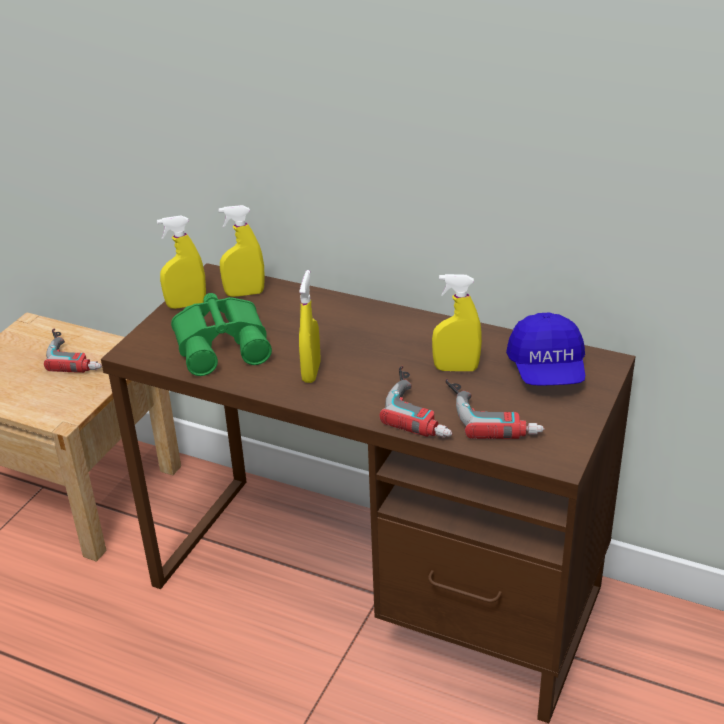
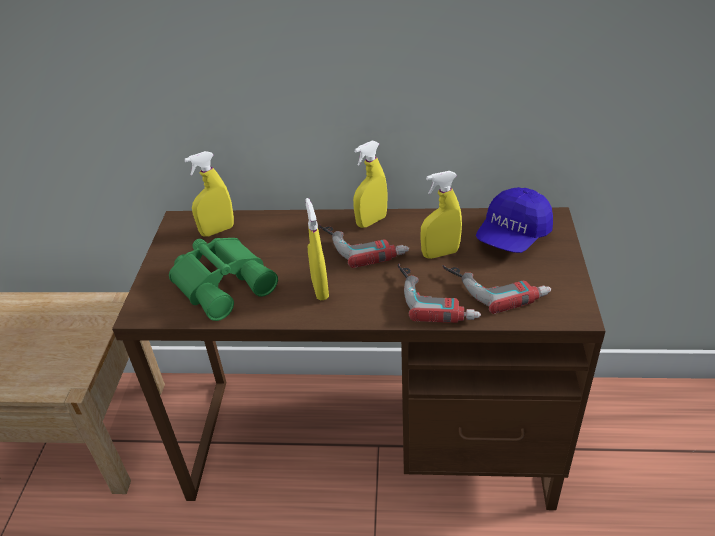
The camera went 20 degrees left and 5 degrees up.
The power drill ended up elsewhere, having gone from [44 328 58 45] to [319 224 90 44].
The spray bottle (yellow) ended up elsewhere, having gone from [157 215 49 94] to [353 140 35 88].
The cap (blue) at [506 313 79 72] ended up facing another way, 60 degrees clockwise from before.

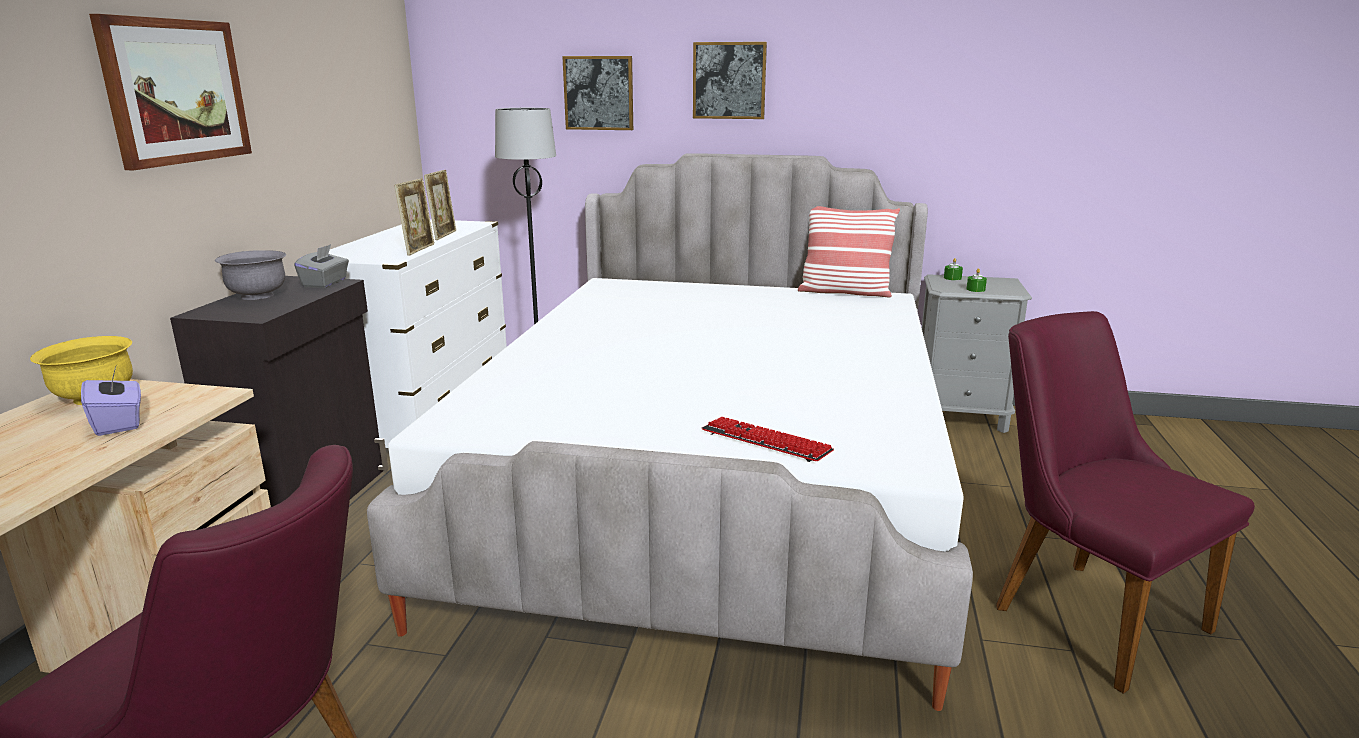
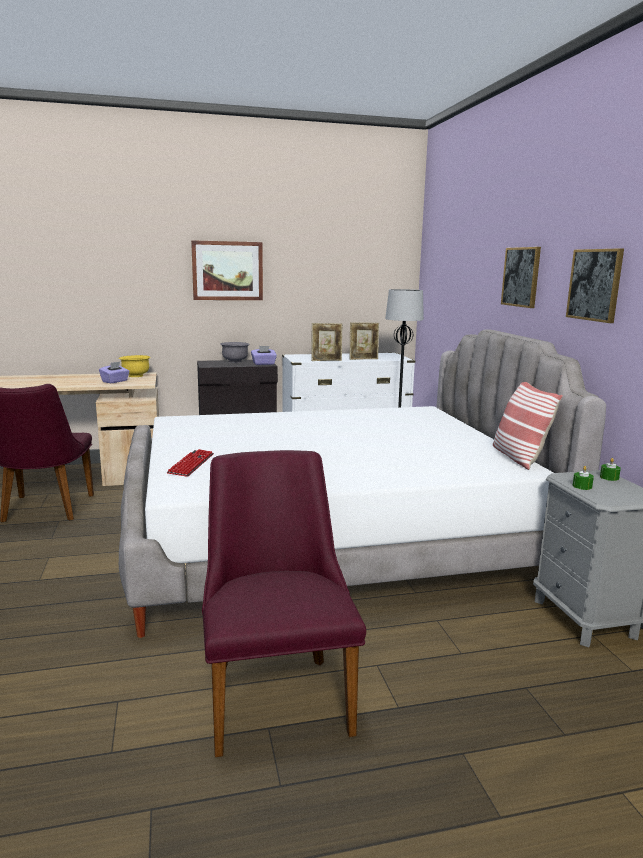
The camera went 65 degrees right and 5 degrees down.
What was the tissue box (grey) at [294 244 55 44] turned into the tissue box (purple) at [251 346 26 19].
The picture ended up elsewhere, having gone from [562 56 71 74] to [566 248 58 75].
The chair (purple) at [996 311 259 383] ended up facing another way, 45 degrees counterclockwise from before.

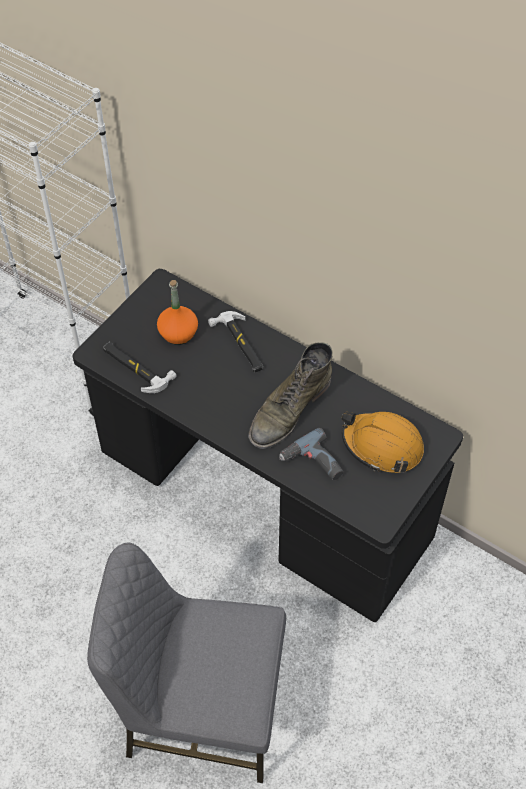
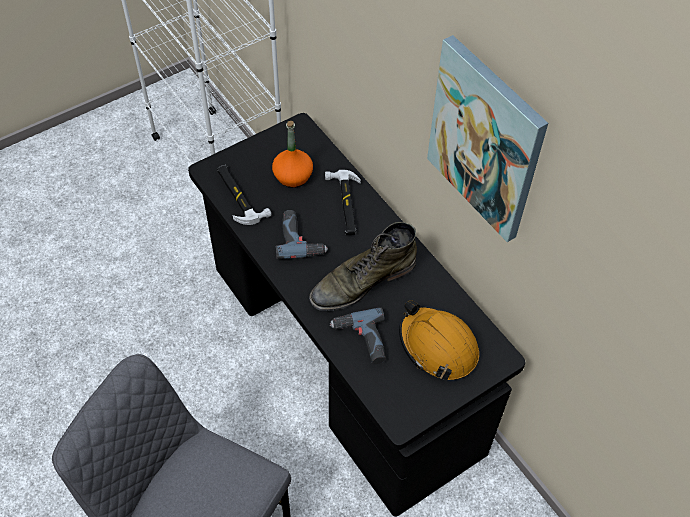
The camera went 20 degrees right and 0 degrees up.
The second view gained the power drill at [276 210 52 49].
The second view gained the picture at [427 35 121 207].

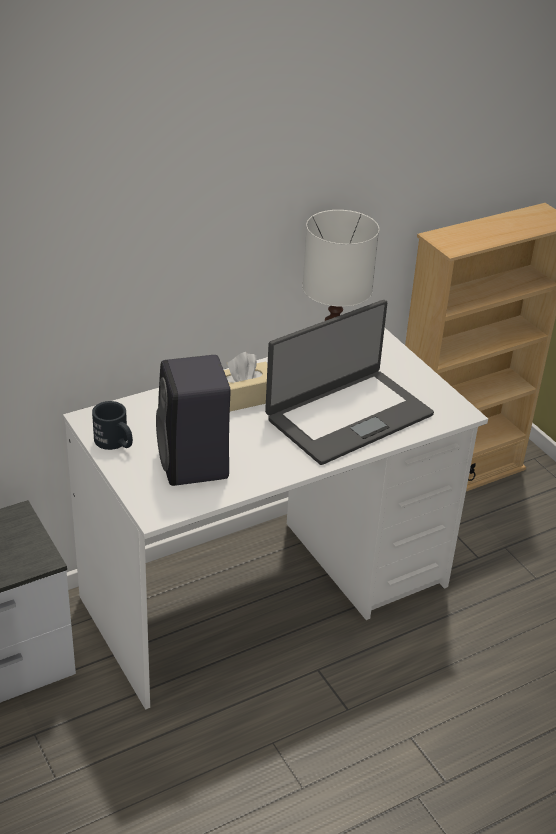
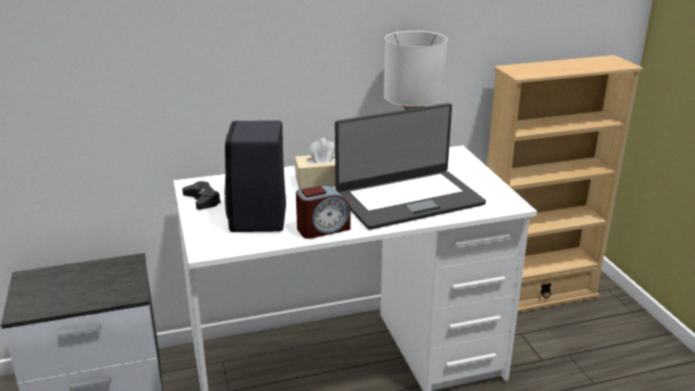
The camera went 15 degrees right and 10 degrees down.
Where the mug (black) stood at [92 401 41 49], the game controller (black) came to stand at [182 181 39 29].
The second view gained the alarm clock at [296 185 54 54].

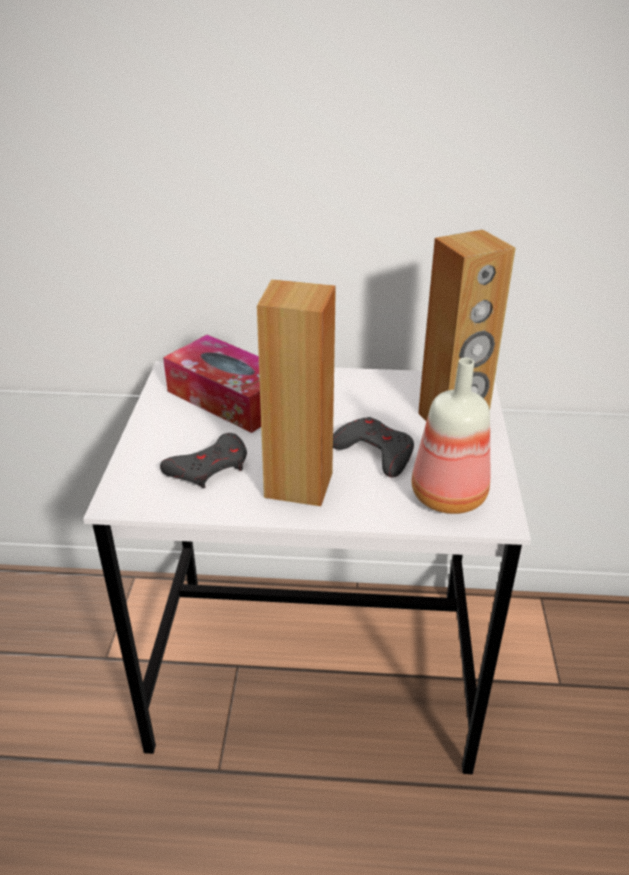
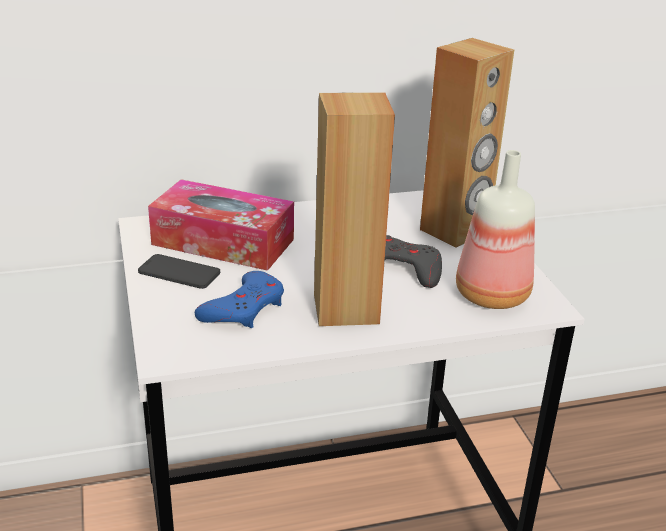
The camera went 20 degrees left and 5 degrees down.
What was the game controller (grey) at [160 433 87 55] turned into the game controller (blue) at [195 271 89 57].
The second view gained the phone at [138 254 82 35].

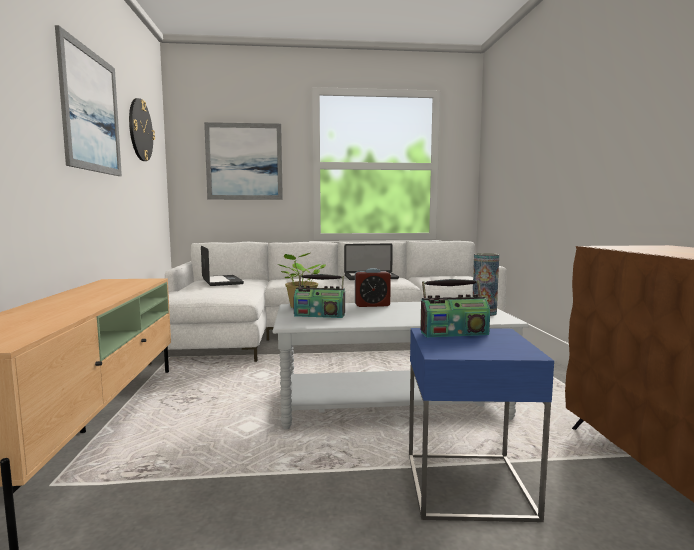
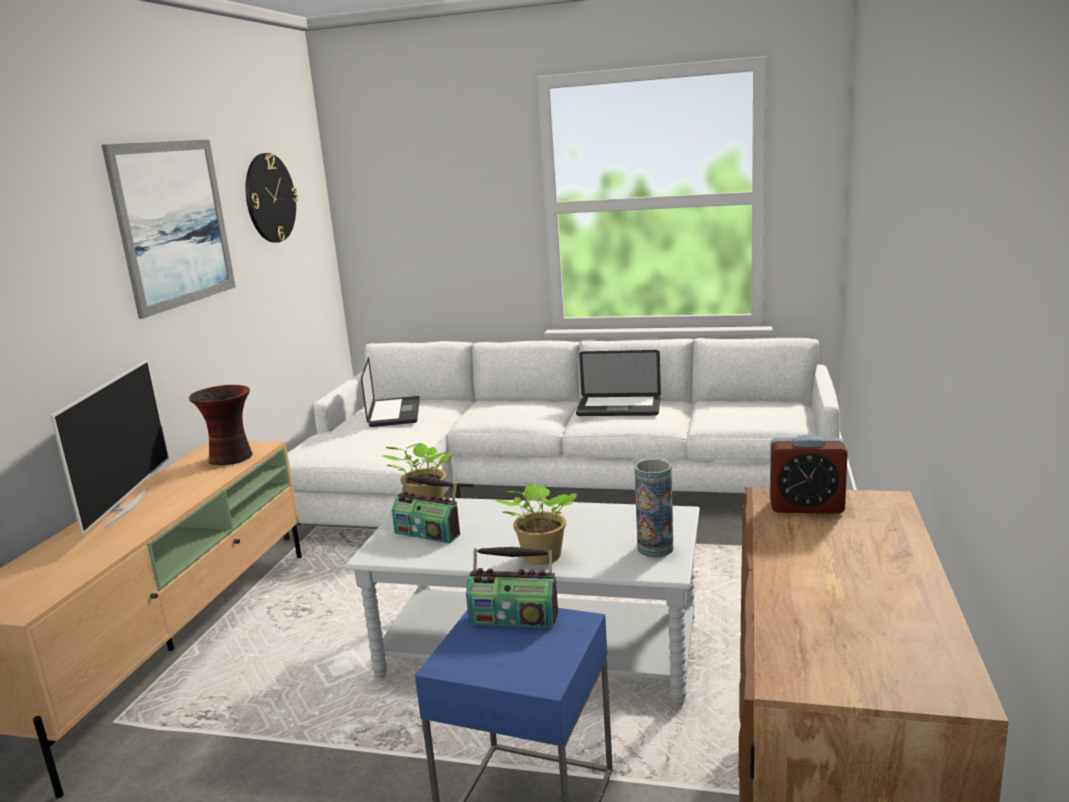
The camera went 20 degrees right and 10 degrees up.
The second view lost the picture at [204 122 79 78].
The alarm clock ended up elsewhere, having gone from [355 268 36 39] to [770 435 78 79].
The second view gained the television at [50 360 119 175].
The second view gained the vase at [189 385 64 80].
The second view gained the potted plant at [495 483 82 82].

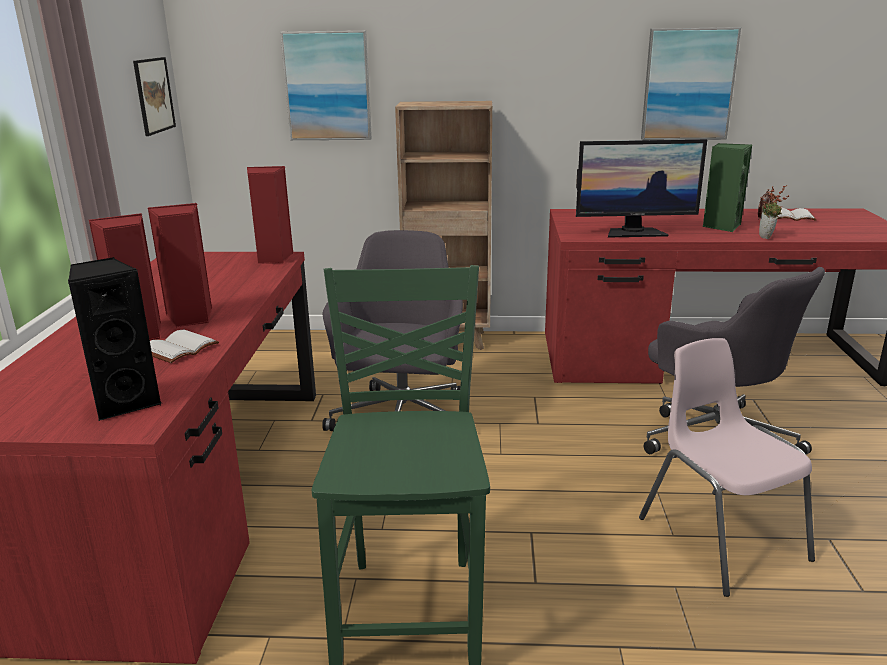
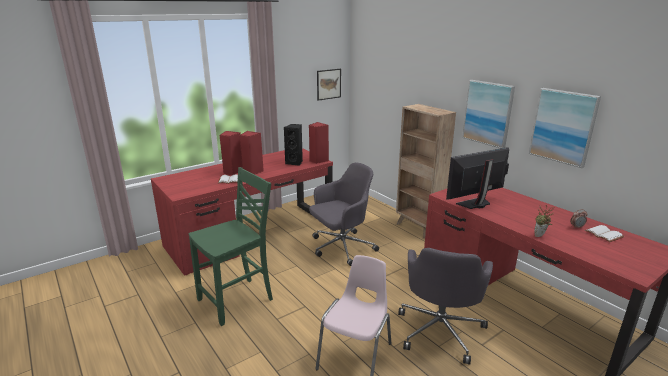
The camera went 50 degrees right and 0 degrees up.
The speaker (black) ended up elsewhere, having gone from [68 257 94 164] to [284 124 19 42].
The picture ended up elsewhere, having gone from [280 30 92 110] to [462 80 53 69].
The monitor at [576 139 131 99] ended up facing another way, 105 degrees clockwise from before.
The second view lost the speaker (green) at [703 143 49 89].

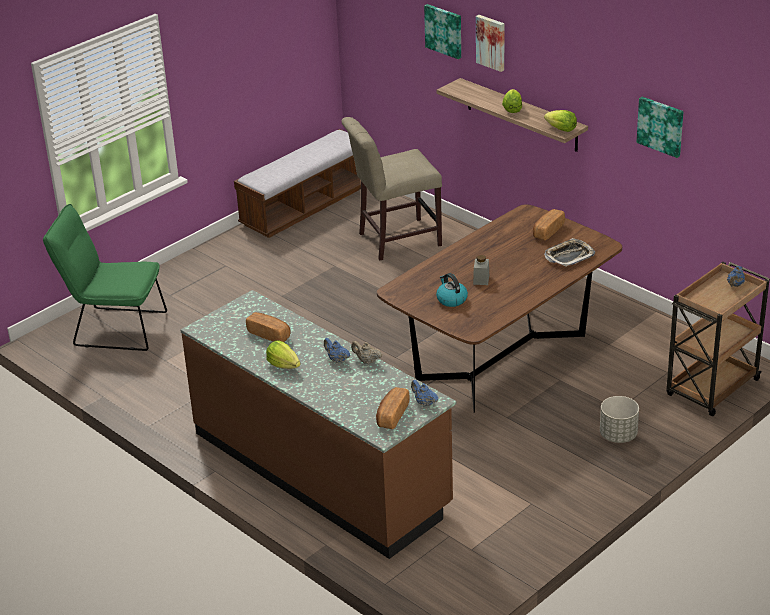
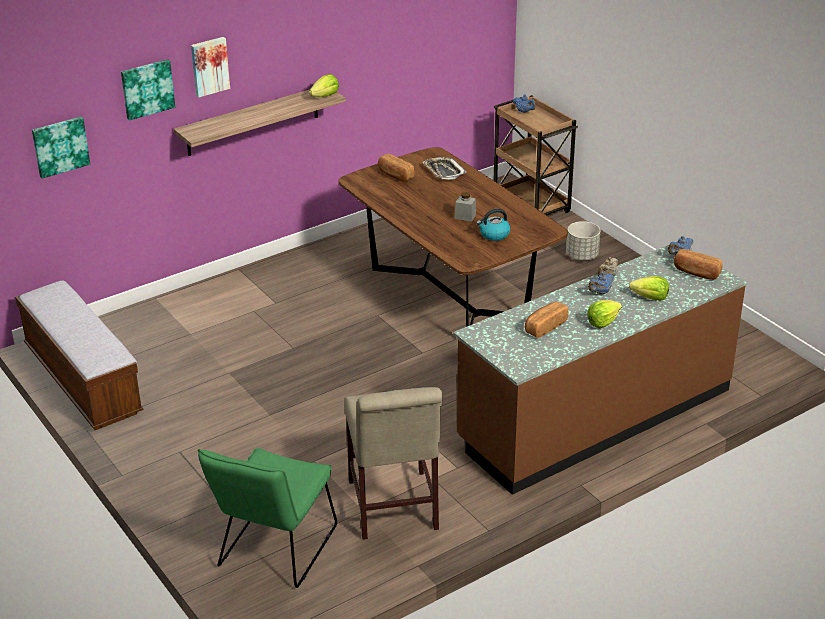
The camera went 80 degrees left and 0 degrees up.
The chair (beige) ended up elsewhere, having gone from [341 117 101 143] to [344 387 99 153].
The lettuce ended up elsewhere, having gone from [502 89 20 24] to [629 276 40 25].
The picture ended up elsewhere, having gone from [637 97 46 61] to [32 117 58 62].

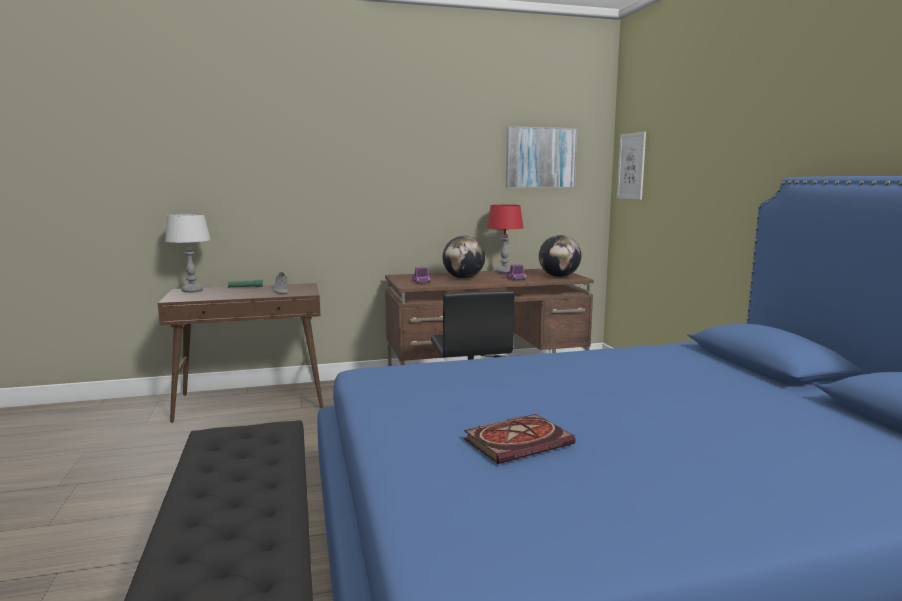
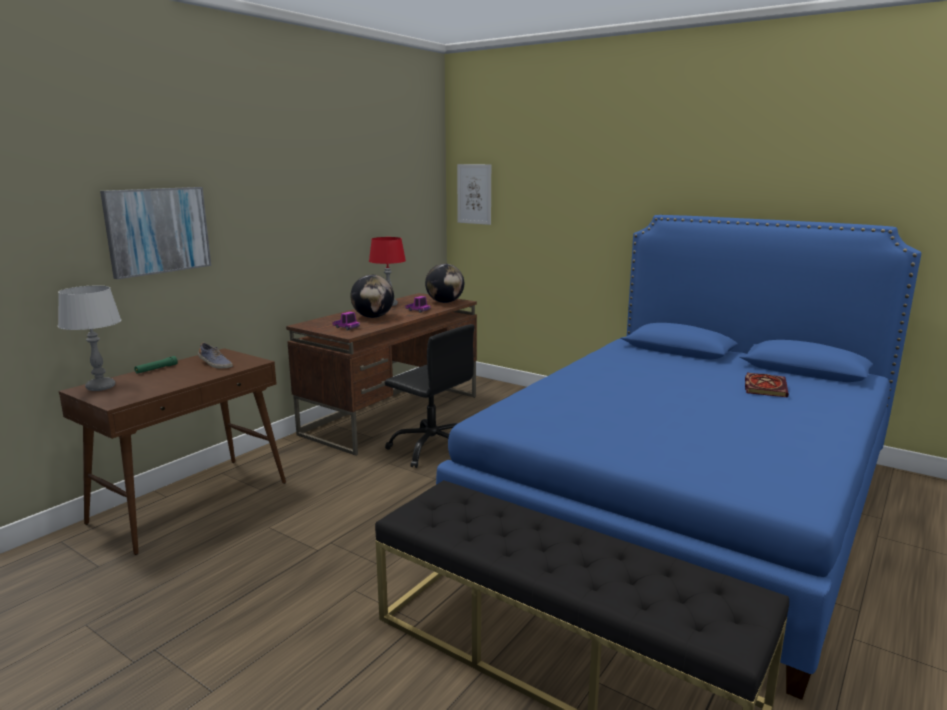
The camera went 40 degrees left and 5 degrees up.
The book ended up elsewhere, having gone from [464 414 112 50] to [745 373 44 24].
The picture ended up elsewhere, having gone from [506 126 71 62] to [100 187 111 92].

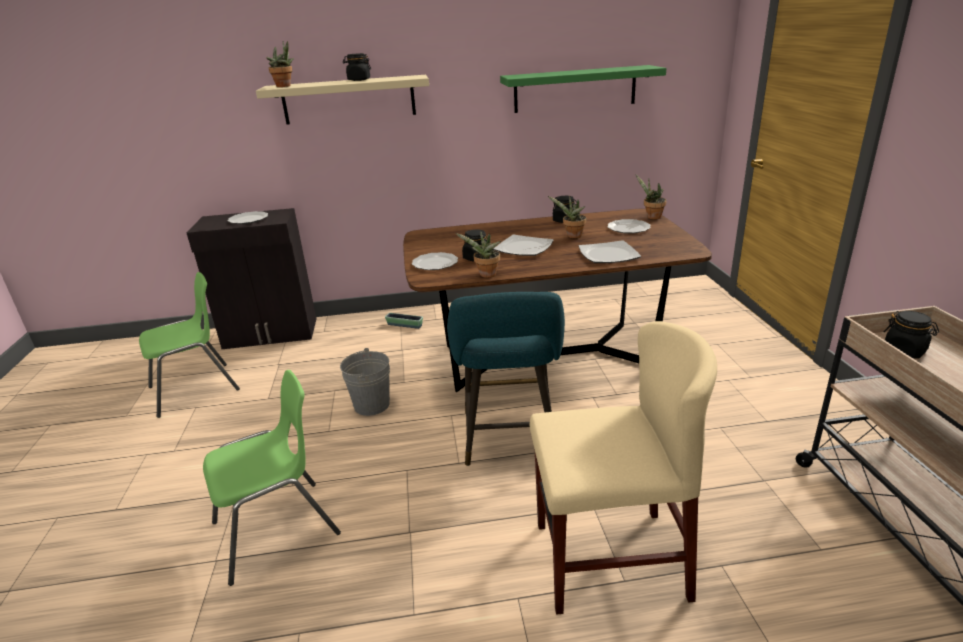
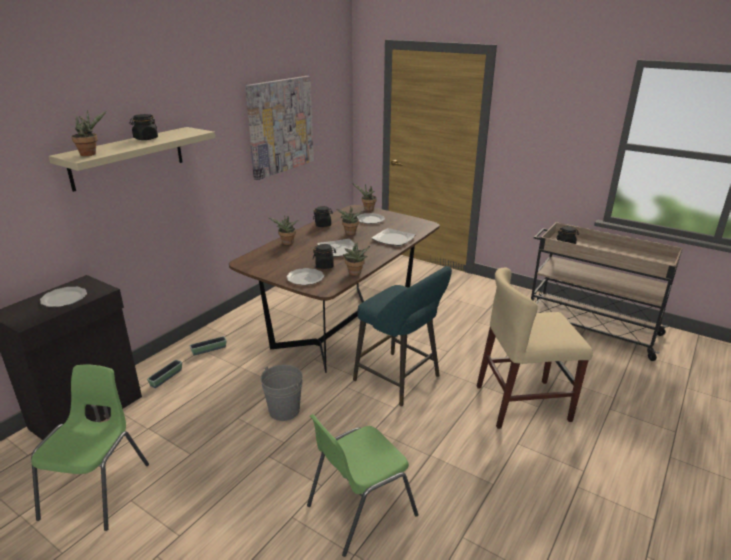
The camera went 50 degrees left and 0 degrees up.
The chair (green) at [203 370 138 216] ended up facing another way, 135 degrees counterclockwise from before.
Where the shelf (green) hung at [500 65 166 48], the picture came to hang at [245 76 69 104].
The chair (beige) at [530 321 187 294] ended up facing another way, 135 degrees counterclockwise from before.
The second view gained the planter at [147 360 35 28].
The second view gained the potted plant at [269 215 29 30].

